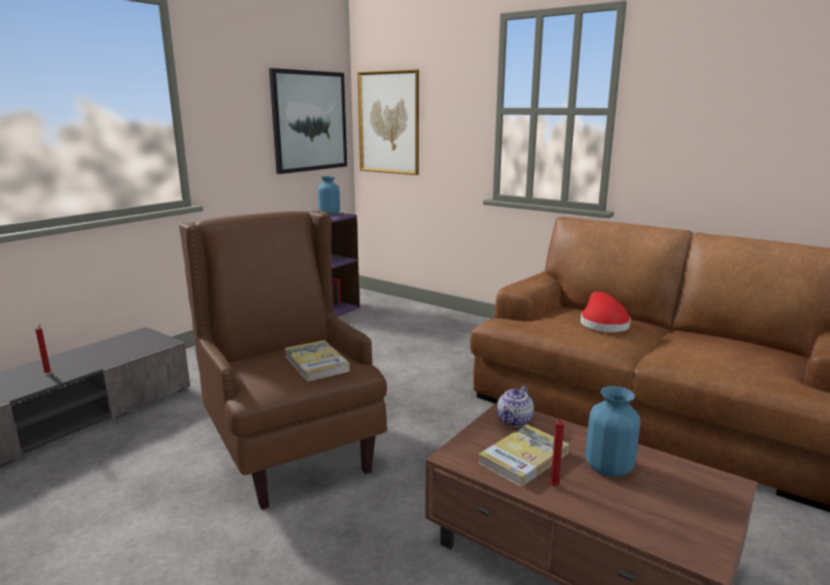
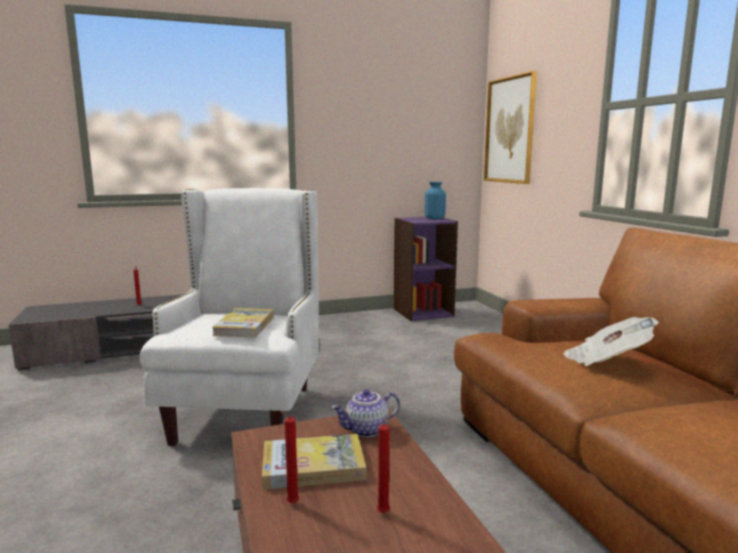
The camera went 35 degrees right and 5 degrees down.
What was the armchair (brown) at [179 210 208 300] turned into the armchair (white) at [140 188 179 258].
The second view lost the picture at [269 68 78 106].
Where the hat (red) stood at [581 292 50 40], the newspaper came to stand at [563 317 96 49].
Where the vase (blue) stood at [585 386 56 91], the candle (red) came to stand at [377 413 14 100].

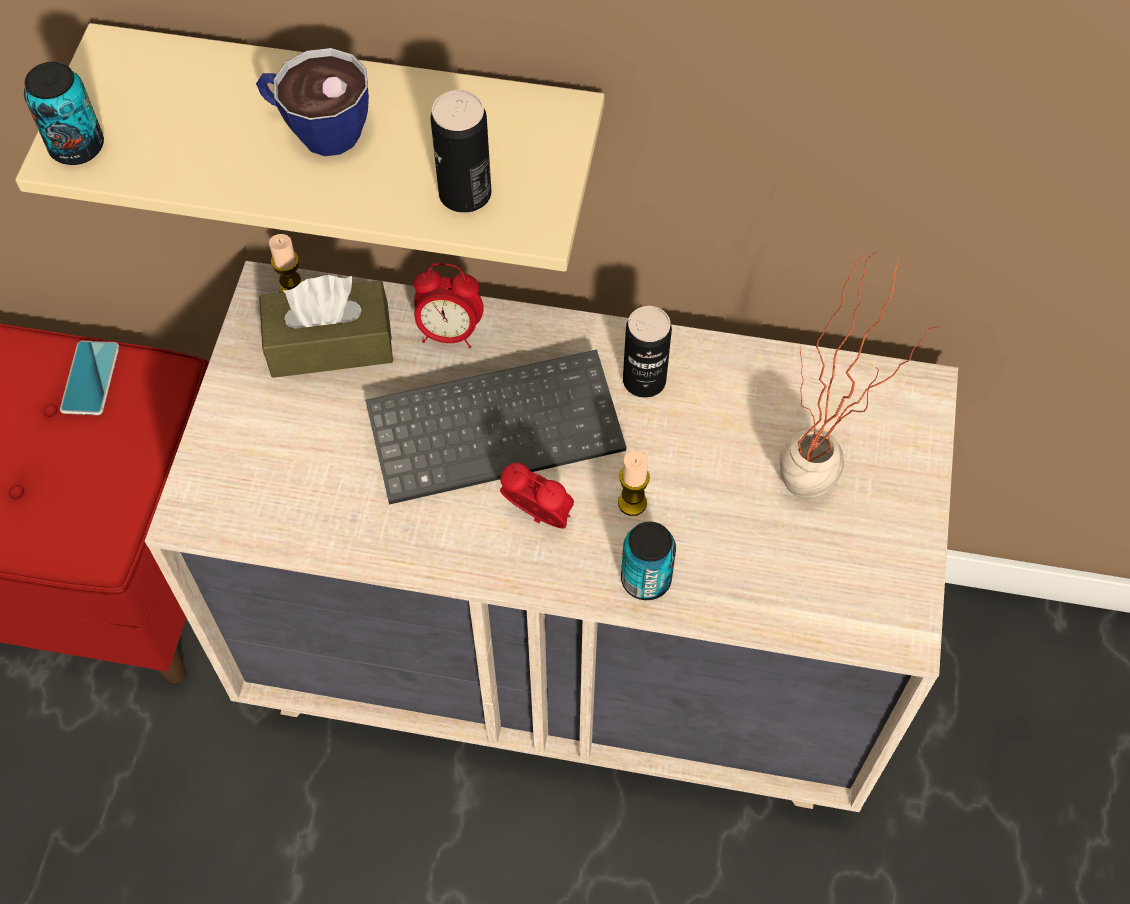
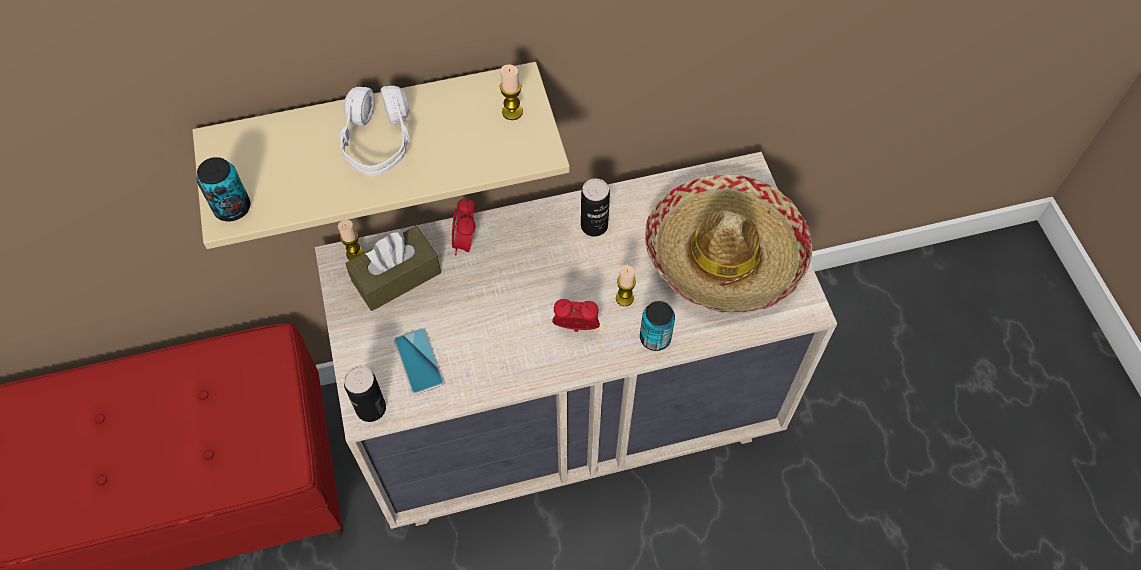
The camera went 25 degrees left and 0 degrees up.
The phone ended up elsewhere, having gone from [60 341 59 74] to [394 328 51 67].
Where the cup stood at [256 48 113 108], the headphones (white) came to stand at [339 86 71 90].
The second view lost the keyboard at [366 350 260 155].
The alarm clock at [414 263 70 85] ended up facing another way, 105 degrees clockwise from before.
The can ended up elsewhere, having gone from [430 90 61 123] to [344 366 42 56].
Where the potted plant stood at [780 251 156 248], the hat came to stand at [645 175 168 139].
The second view gained the candle at [500 65 23 55].

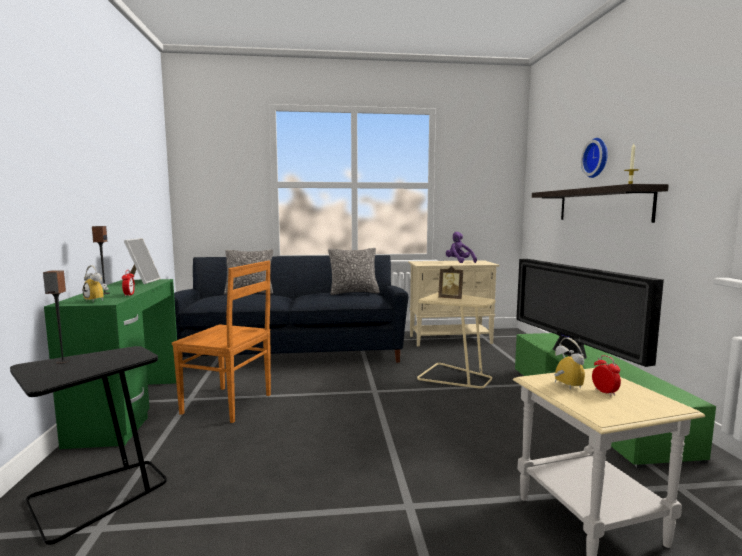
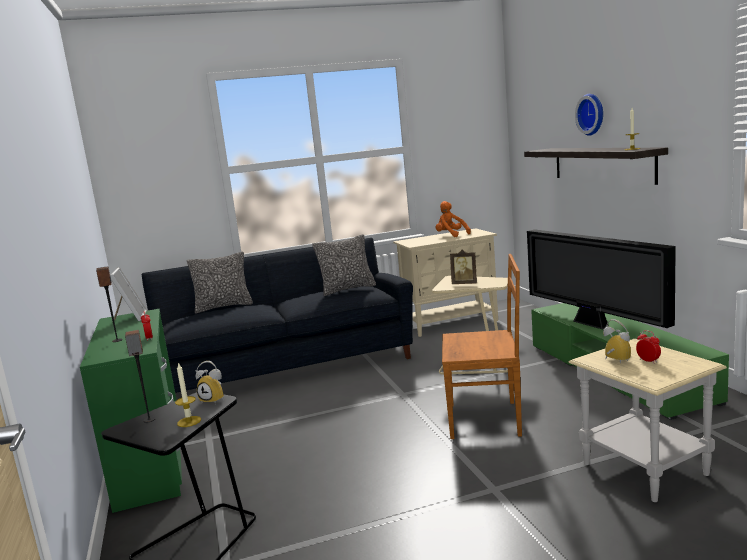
The camera went 10 degrees left and 5 degrees up.
The alarm clock ended up elsewhere, having gone from [83 265 25 37] to [195 361 29 44].
The chair (brown) ended up elsewhere, having gone from [172 260 99 163] to [442 254 80 185].
What was the plush toy (purple) at [446 232 31 31] turned into the plush toy (orange) at [436 201 35 36].
The second view gained the candle at [175 363 26 64].

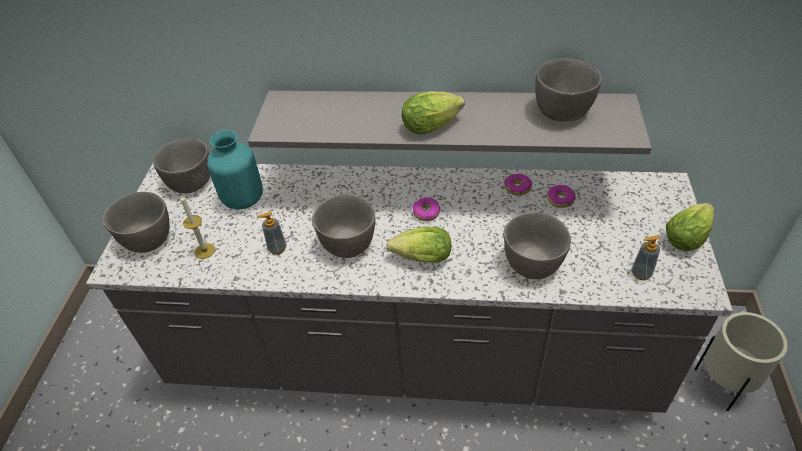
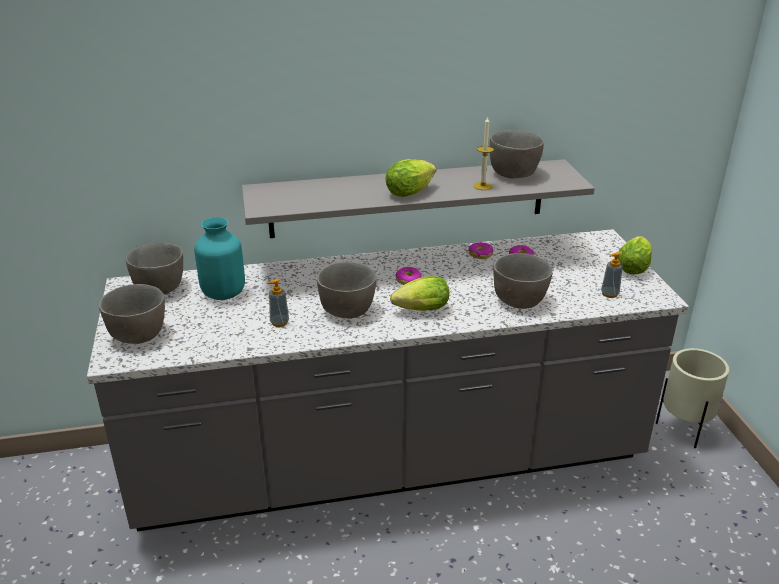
The camera went 20 degrees left and 15 degrees down.
The candle ended up elsewhere, having gone from [180 196 35 63] to [473 117 21 73].

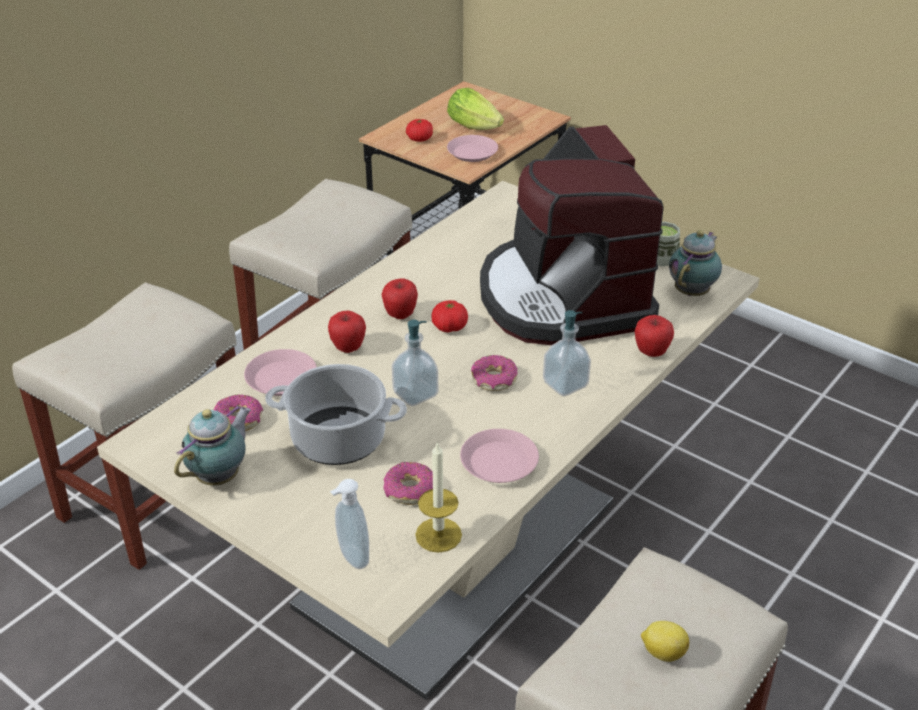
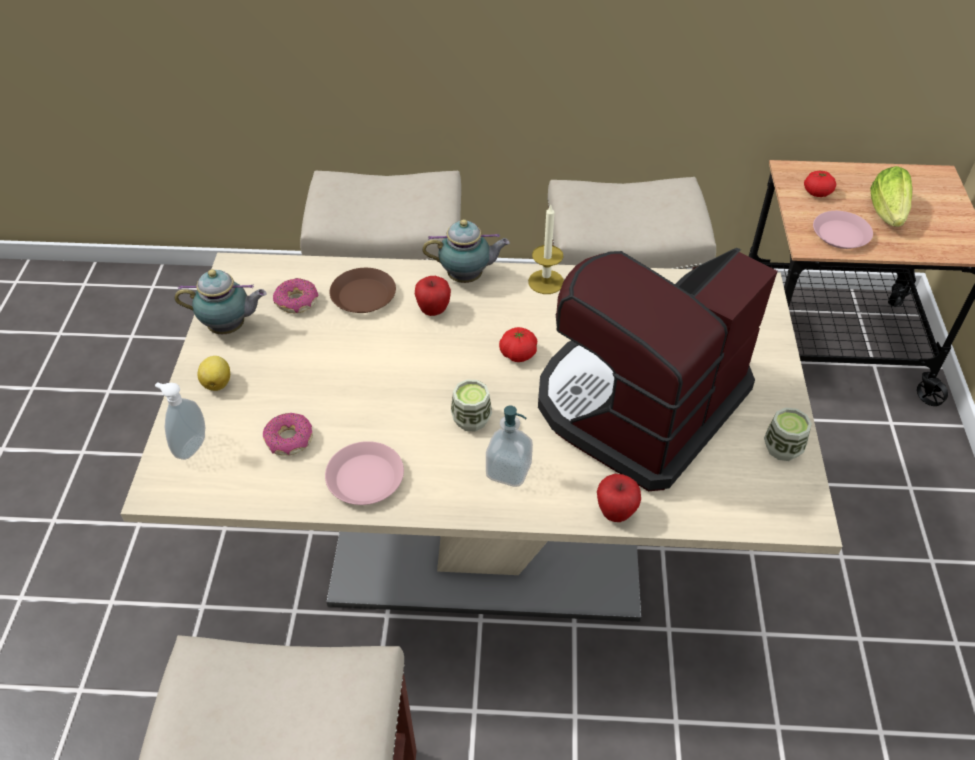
The camera went 55 degrees right and 10 degrees up.
What was the plate (pink) at [244 349 73 47] turned into the plate (brown) at [329 268 67 45].
The second view lost the cooking pot at [265 364 142 101].
The second view lost the apple at [381 279 37 40].
The second view lost the soap dispenser at [392 320 46 86].
The candle ended up elsewhere, having gone from [415 442 47 111] to [528 205 36 89].
Where the donut stood at [471 355 47 36], the cup came to stand at [451 379 41 52].
The lemon ended up elsewhere, having gone from [641 621 48 41] to [198 356 32 35].
The teapot ended up elsewhere, having gone from [669 230 53 66] to [423 219 87 64].

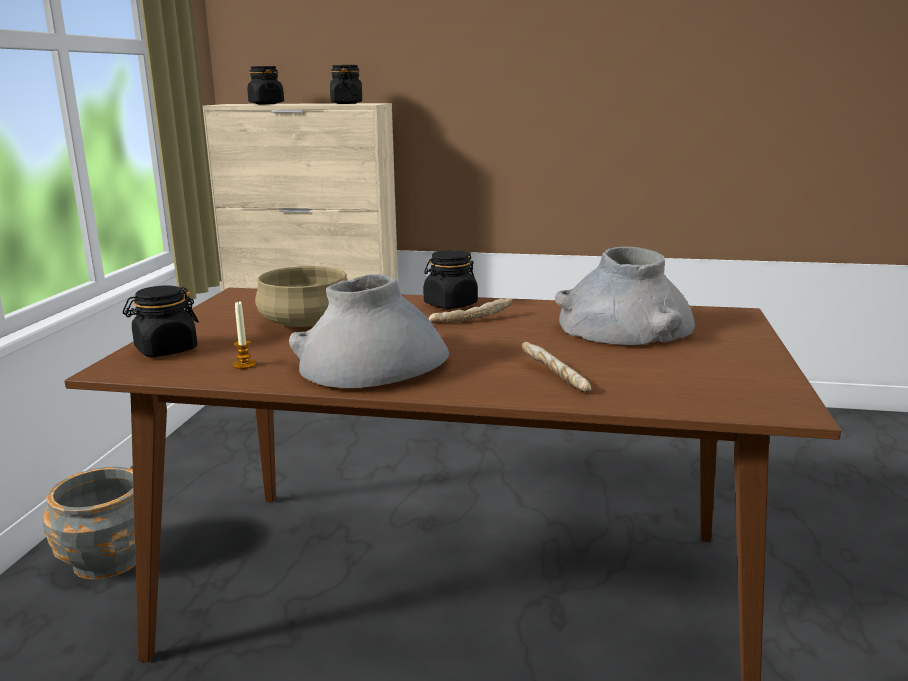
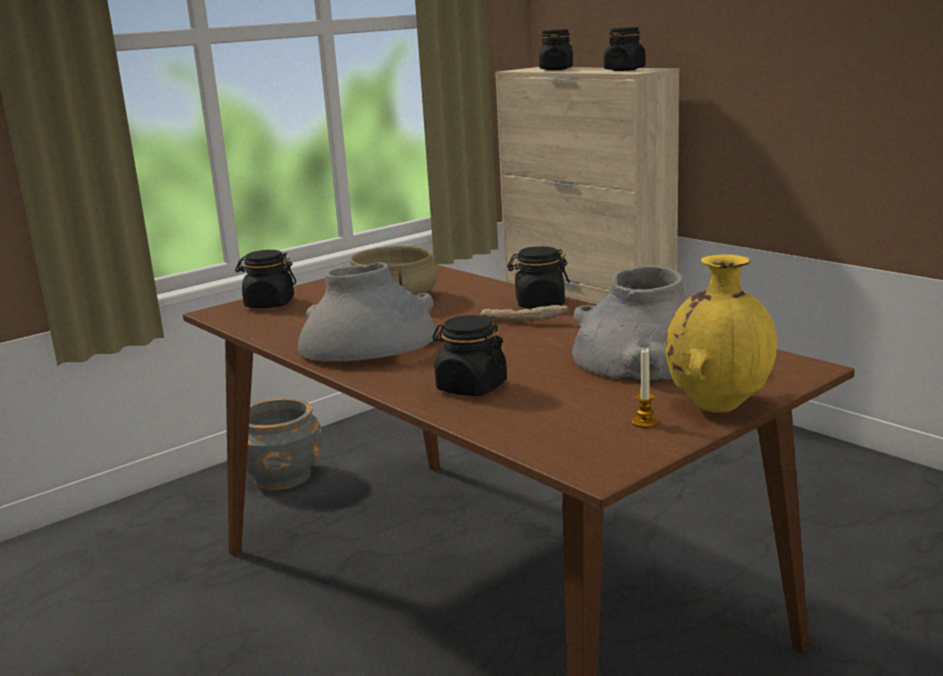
The camera went 40 degrees right and 0 degrees up.
The candle ended up elsewhere, having gone from [233 301 23 68] to [632 349 27 79].
Where the bread stood at [521 342 70 50], the jar (black) came to stand at [433 315 74 81].
The second view gained the vase (yellow) at [665 254 112 159].

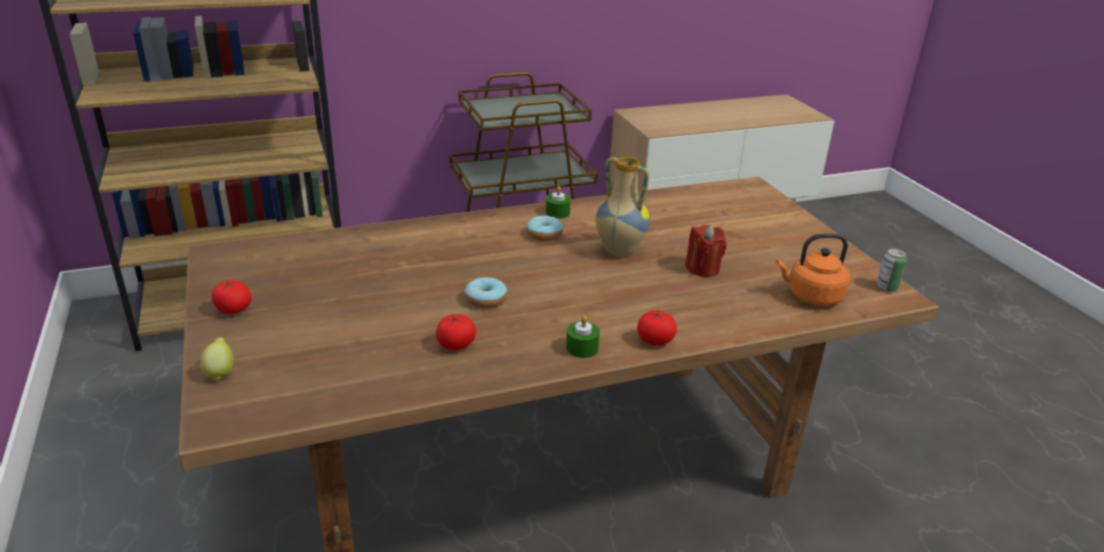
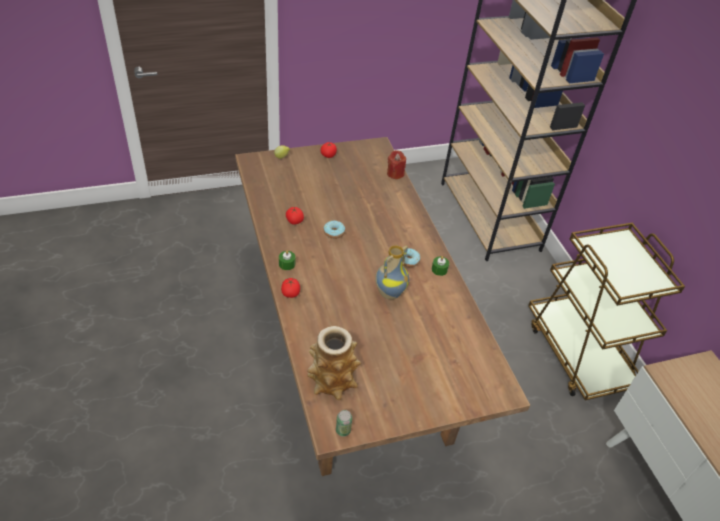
The camera went 90 degrees right and 15 degrees up.
The candle (red) ended up elsewhere, having gone from [685 225 41 52] to [387 150 19 29].
Where the kettle (orange) stood at [776 233 74 73], the vase came to stand at [307 326 54 74].

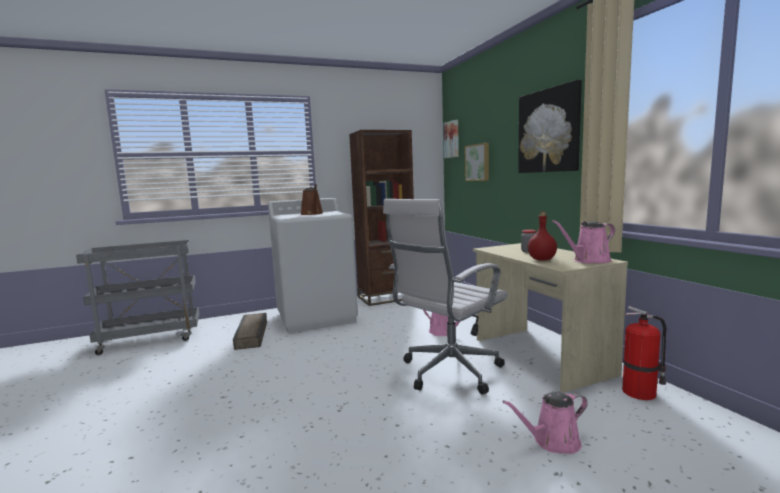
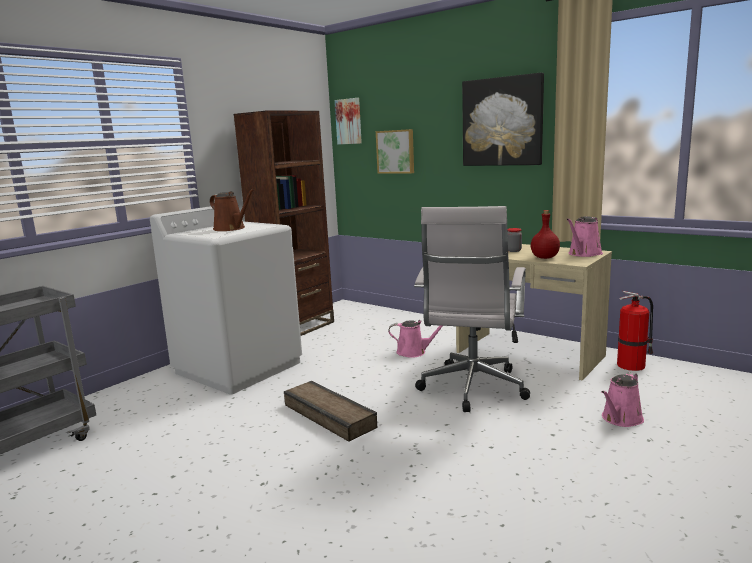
The camera went 30 degrees left and 5 degrees up.
The crate ended up elsewhere, having gone from [233 313 34 37] to [284 381 93 61].

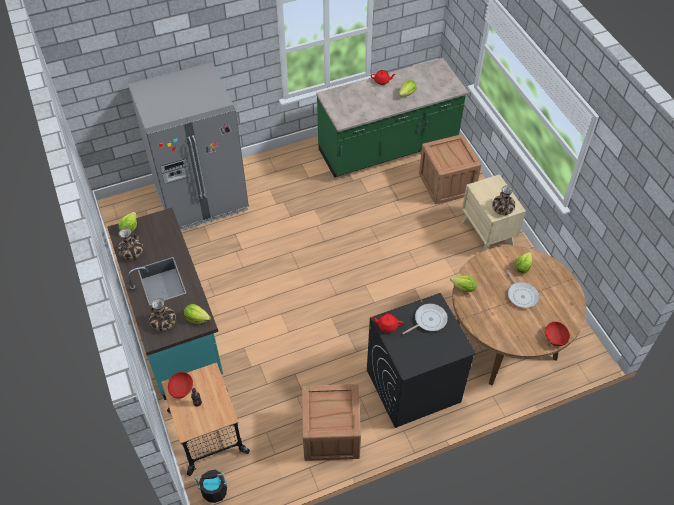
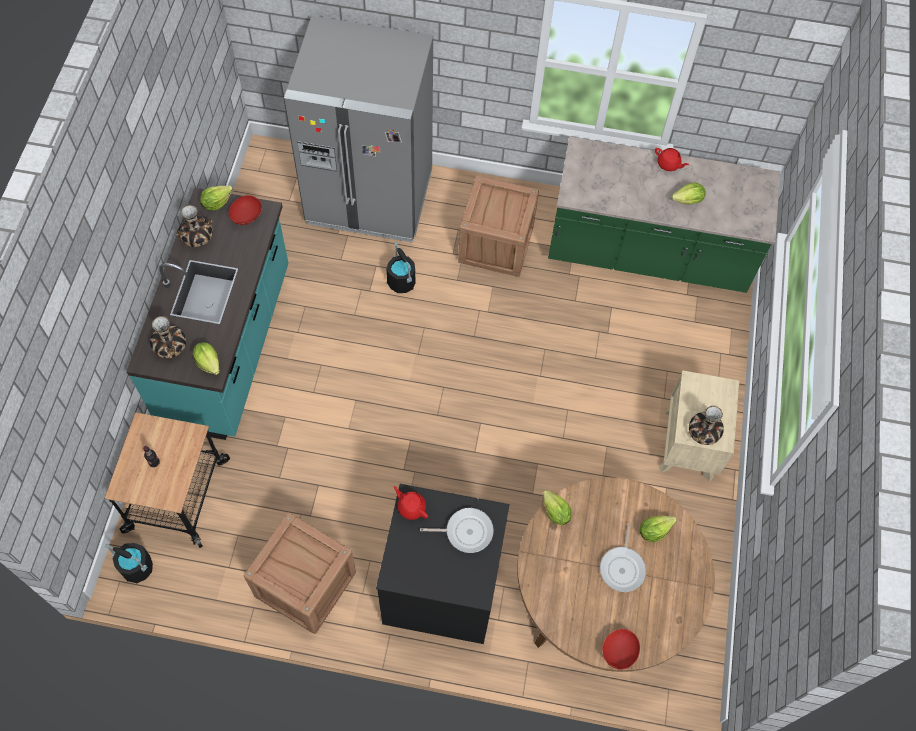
The camera went 30 degrees right and 10 degrees up.
The bowl (red) ended up elsewhere, having gone from [168 372 25 27] to [229 195 33 30].
The crate ended up elsewhere, having gone from [419 134 62 71] to [458 176 81 101].
The second view gained the bucket (black) at [386 242 29 51].

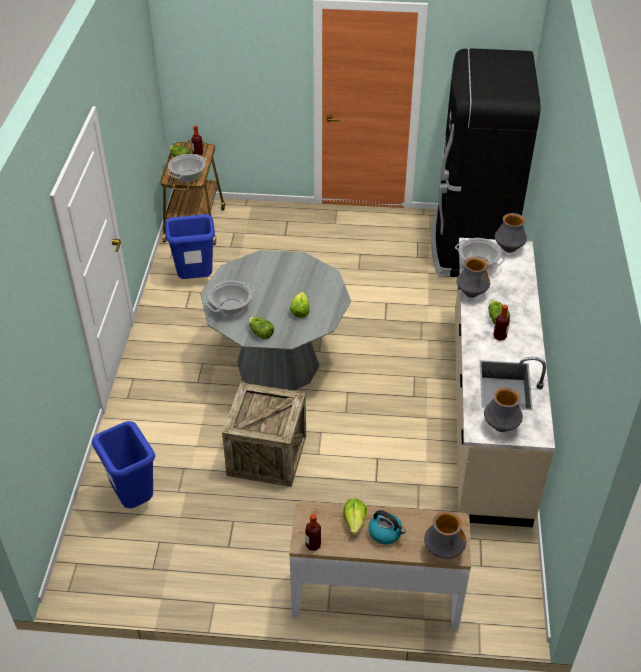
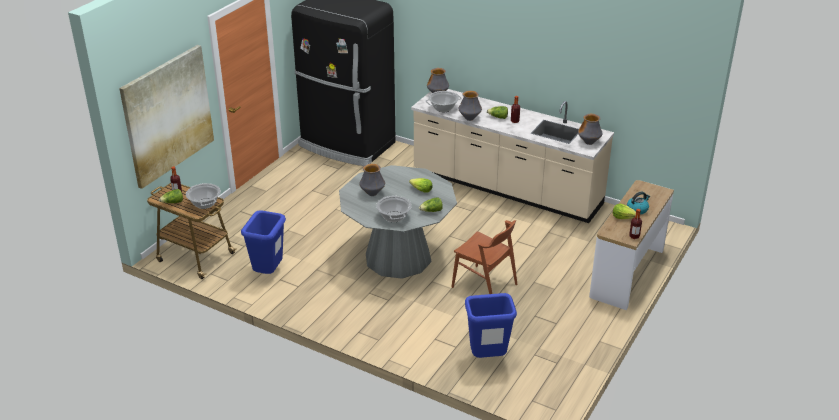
The camera went 65 degrees left and 10 degrees down.
Where the crate stood at [222 383 84 104], the chair (brown) came to stand at [452 220 65 74].
The vase ended up elsewhere, having gone from [424 511 42 48] to [359 164 26 32].
The second view gained the picture at [119 45 95 144].

